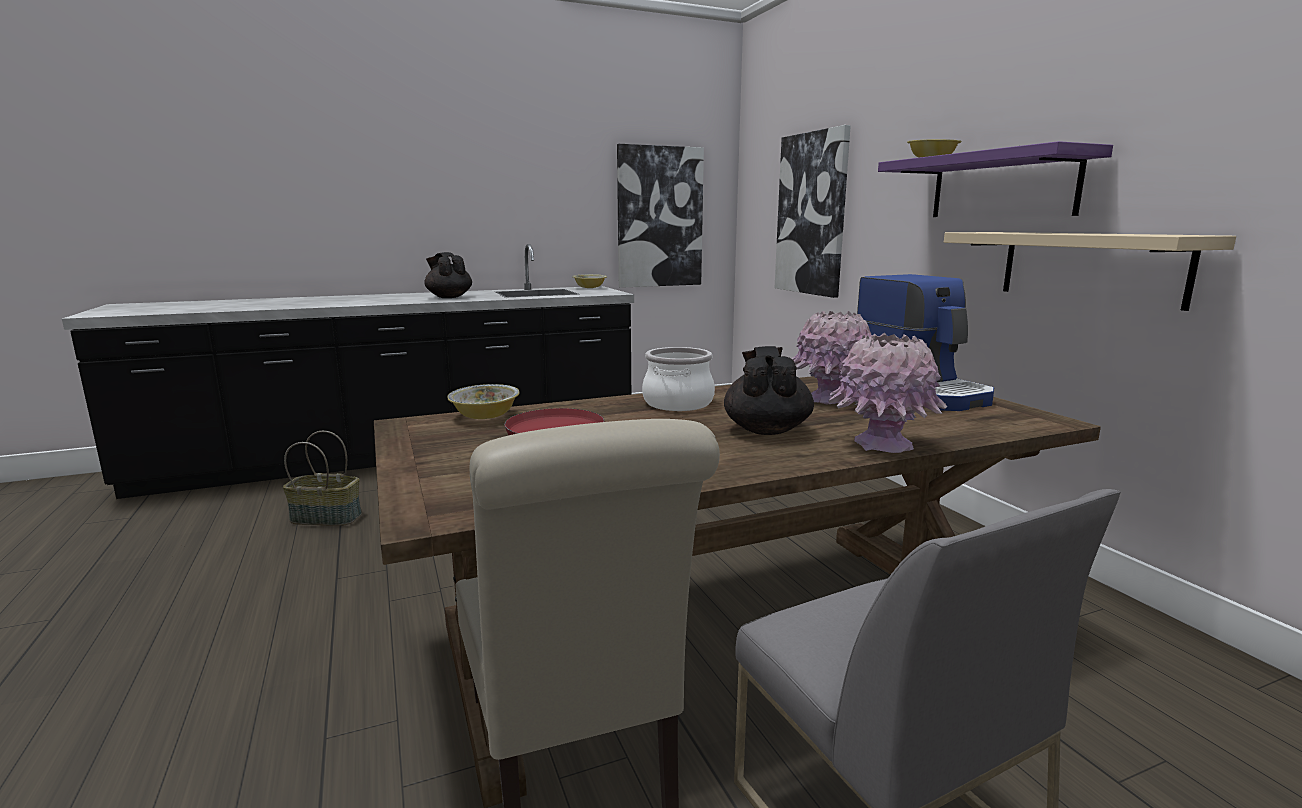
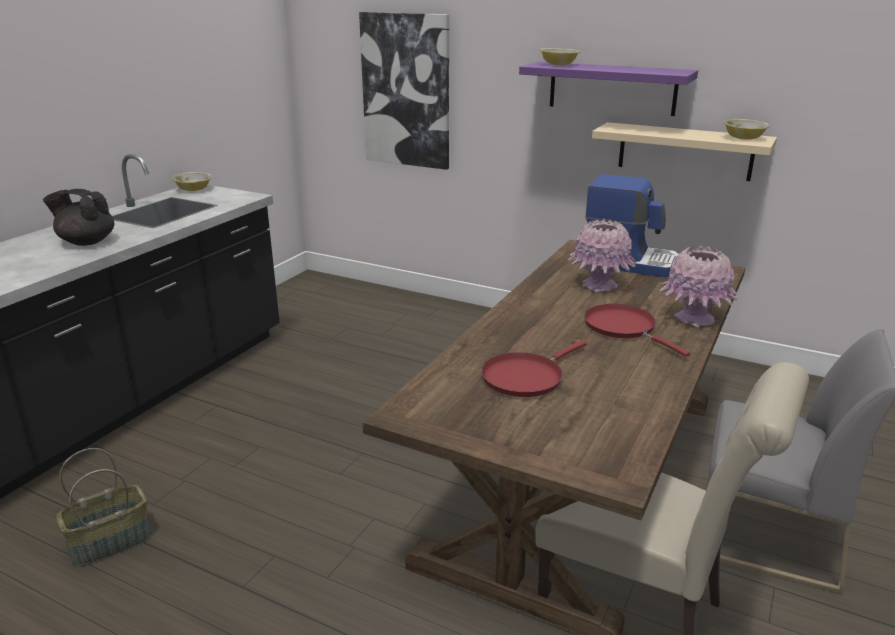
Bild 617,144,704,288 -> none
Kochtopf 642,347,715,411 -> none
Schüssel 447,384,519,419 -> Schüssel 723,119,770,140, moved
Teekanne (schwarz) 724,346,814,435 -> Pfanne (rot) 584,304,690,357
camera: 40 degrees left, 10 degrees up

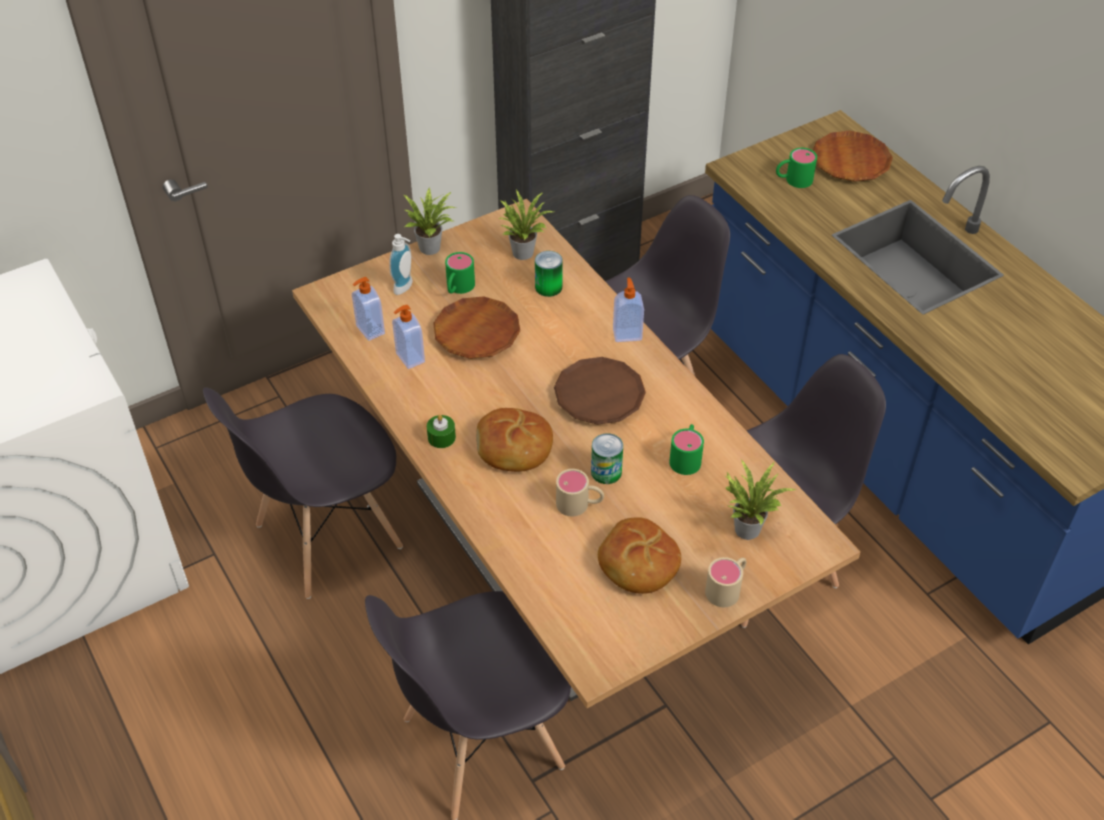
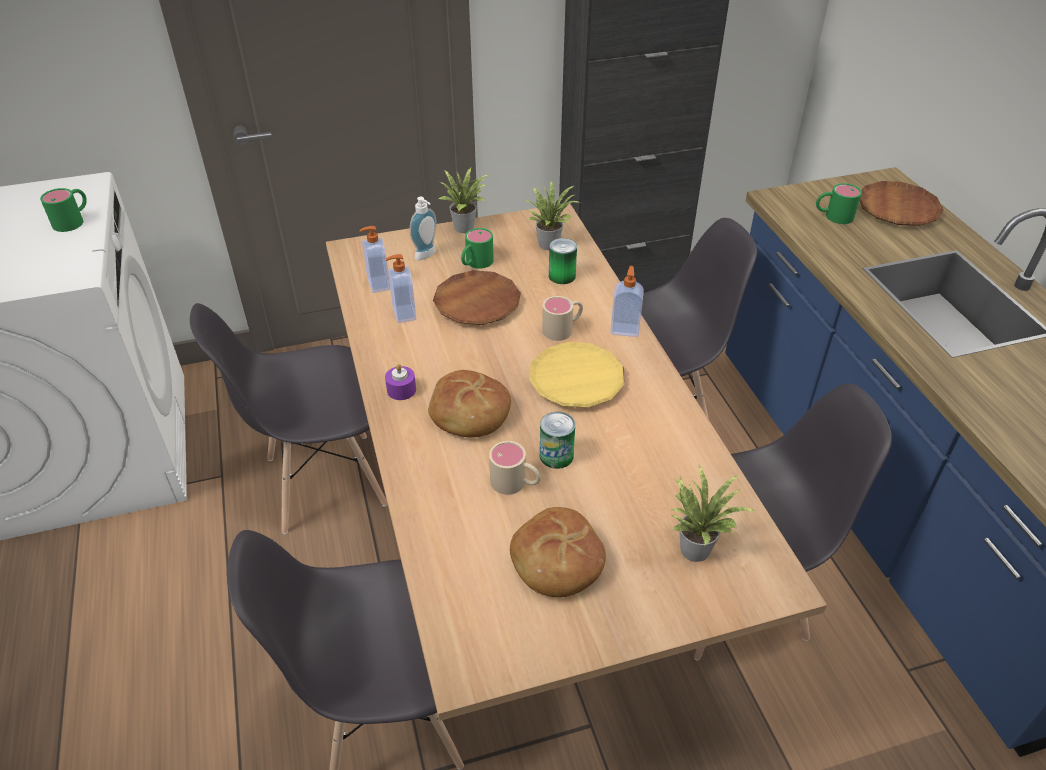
Henkelbecher (grün) 669,424,704,475 -> Henkelbecher (grün) 40,188,87,232, moved
Henkelbecher (beige) 705,557,746,607 -> Henkelbecher (beige) 542,296,583,341, moved
Kerze (grün) 427,415,456,448 -> Kerze (lila) 385,364,416,400
Teller (braun) 554,357,646,425 -> Teller (gelb) 529,342,624,408
camera: 15 degrees right, 5 degrees down

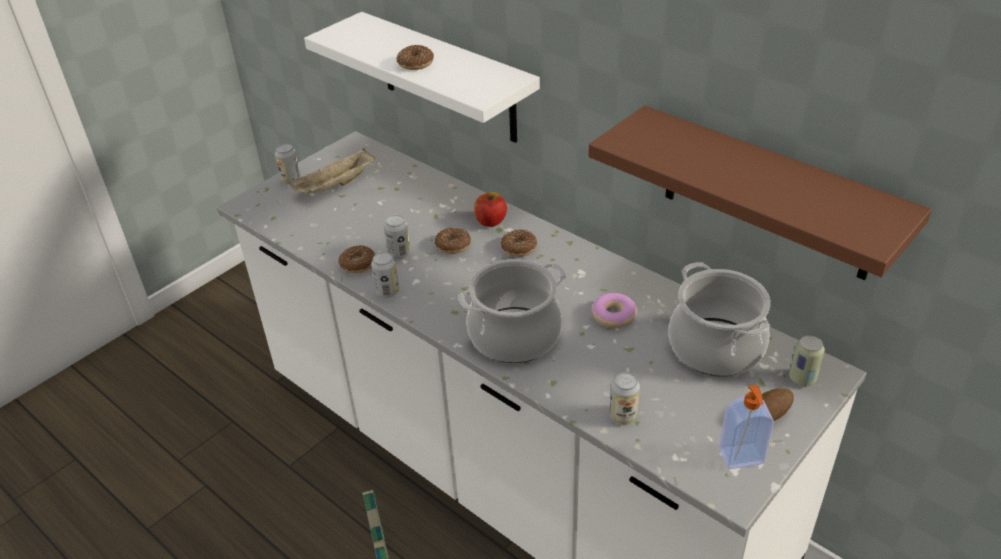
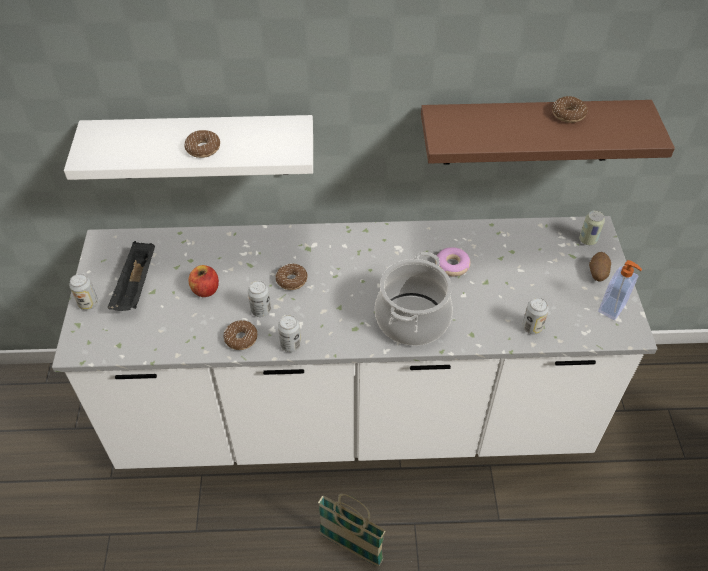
Kochtopf 668,262,770,376 -> none
Apfel 474,192,507,227 -> Apfel 188,265,219,297, moved
Donut 500,229,537,257 -> Donut 552,96,587,123, moved
Tablett (beige) 288,148,375,195 -> Tablett (schwarz) 108,241,155,311
camera: 45 degrees left, 10 degrees up

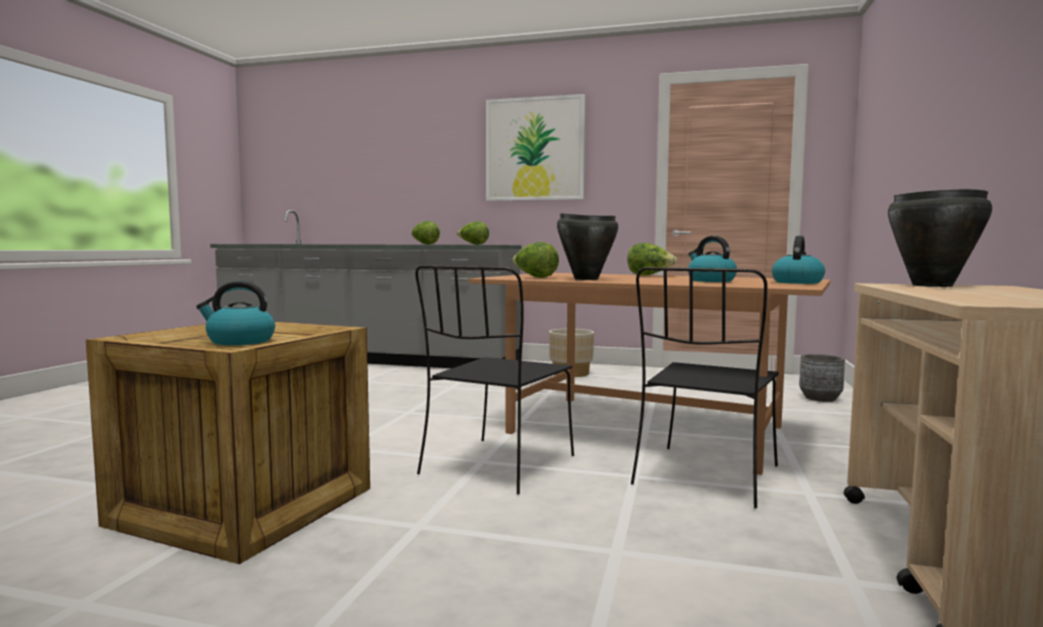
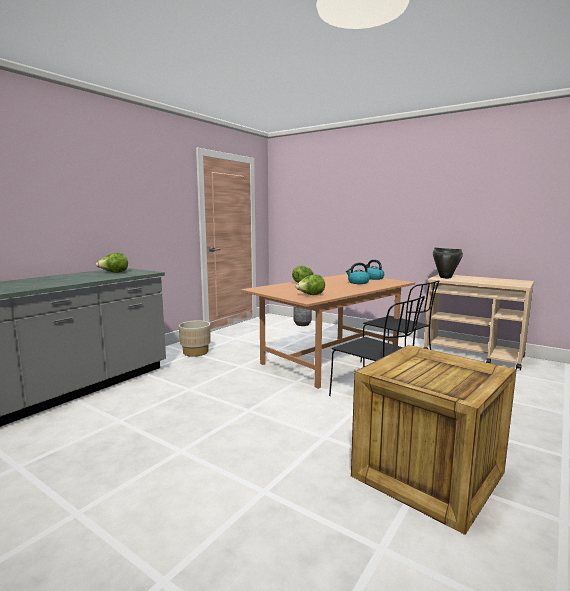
Wasserkessel 196,281,275,345 -> none
Salatkopf 411,221,440,245 -> none
Bild 486,94,586,201 -> none
Kochtopf (schwarz) 557,213,618,280 -> none
camera: 70 degrees left, 5 degrees up

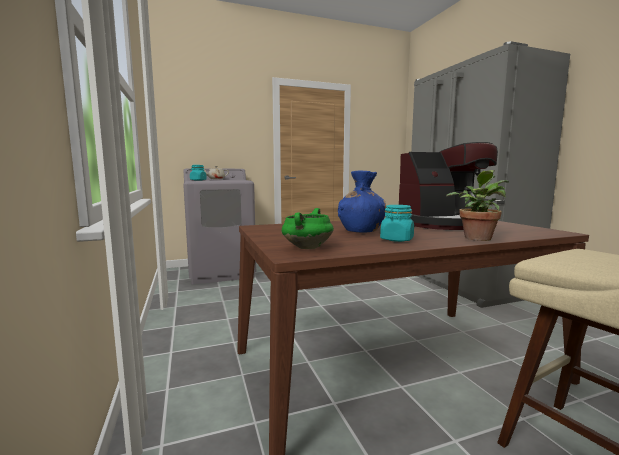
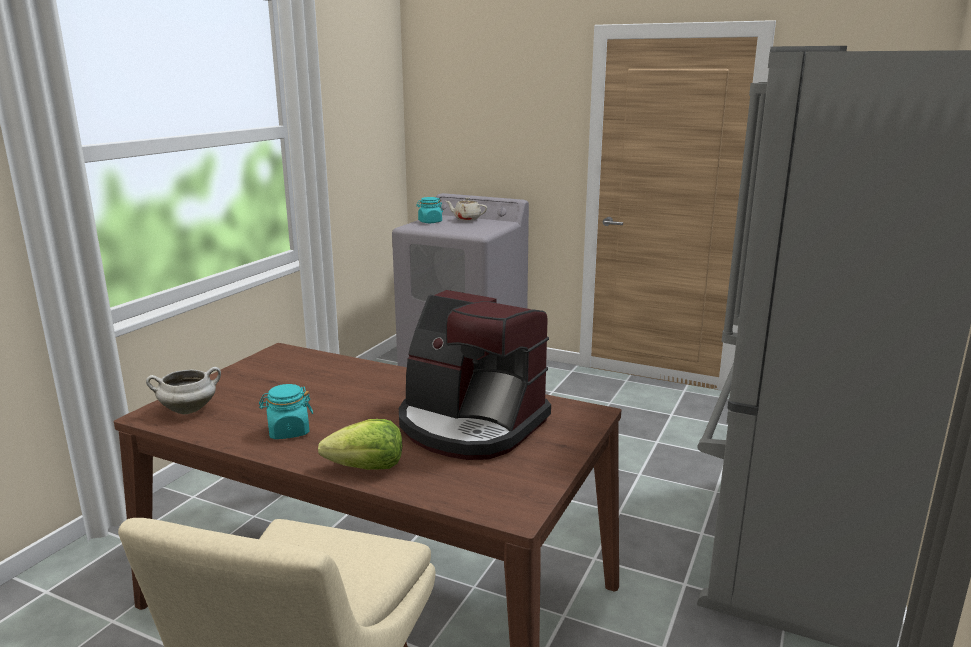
Vase (blau) 338,171,386,233 -> none
Topfpflanze 446,170,509,241 -> Salatkopf 318,419,402,470
Kochtopf (grün) 282,208,334,249 -> Kochtopf (weiß) 146,367,221,414
camera: 45 degrees right, 10 degrees up

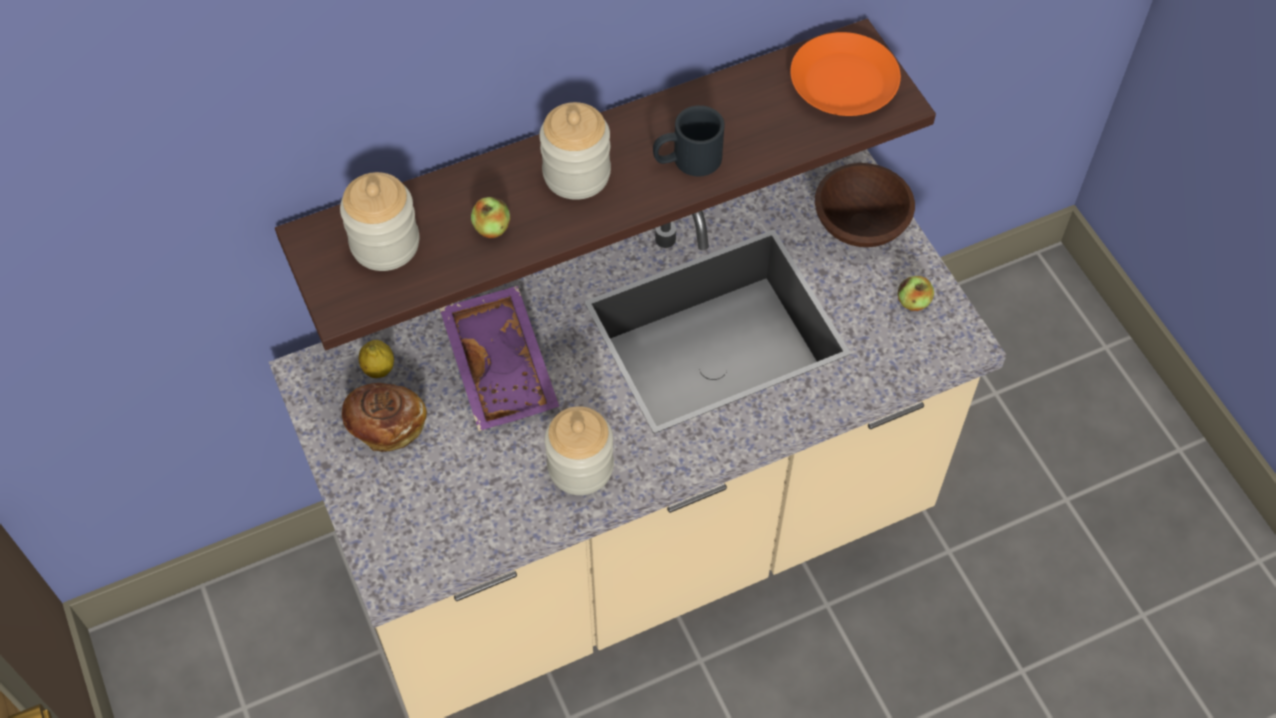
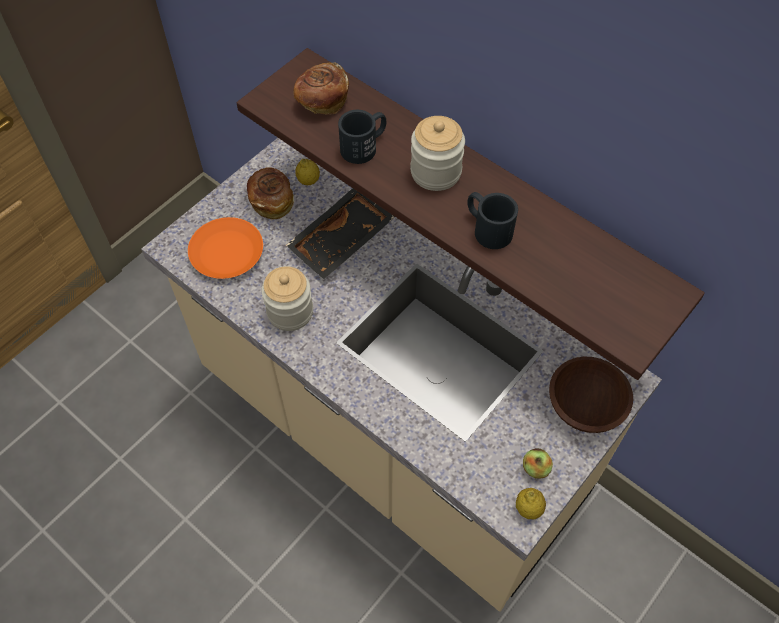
none -> Zitrone 516,488,546,519
Teller (orange) 790,32,901,116 -> Teller (orange) 188,217,263,279, moved
Vorratsglas 340,172,420,271 -> Brot 294,63,349,115
Apfel 471,197,510,238 -> Henkelbecher (schwarz) 338,110,386,164
Tablett (lila) 439,286,559,431 -> Tablett (schwarz) 286,188,395,279
camera: 65 degrees right, 0 degrees up

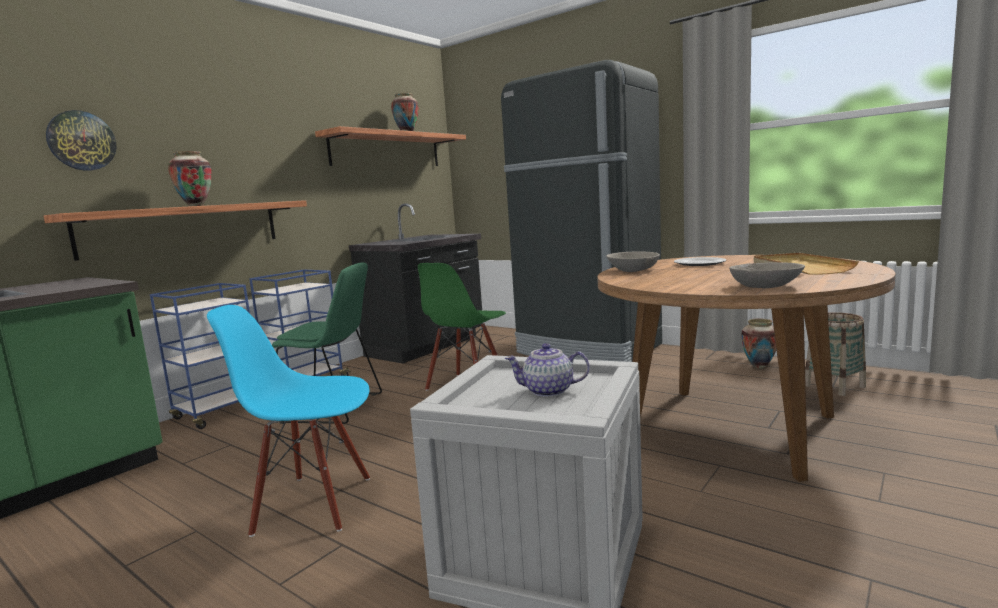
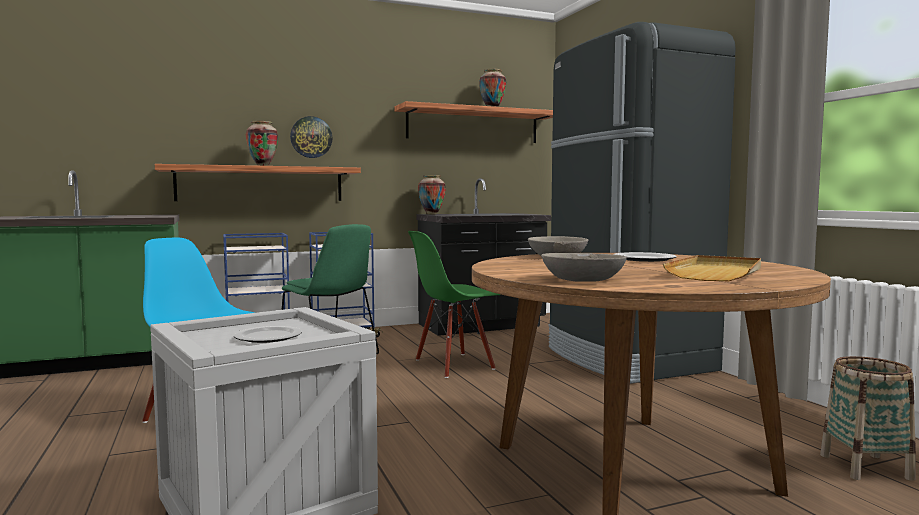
Wanduhr 46,110,117,171 -> Wanduhr 290,116,332,158, moved
Vase 741,319,776,369 -> Vase 418,175,446,215, moved
Teekanne 505,343,590,397 -> Teller 234,326,302,343
camera: 30 degrees right, 5 degrees down

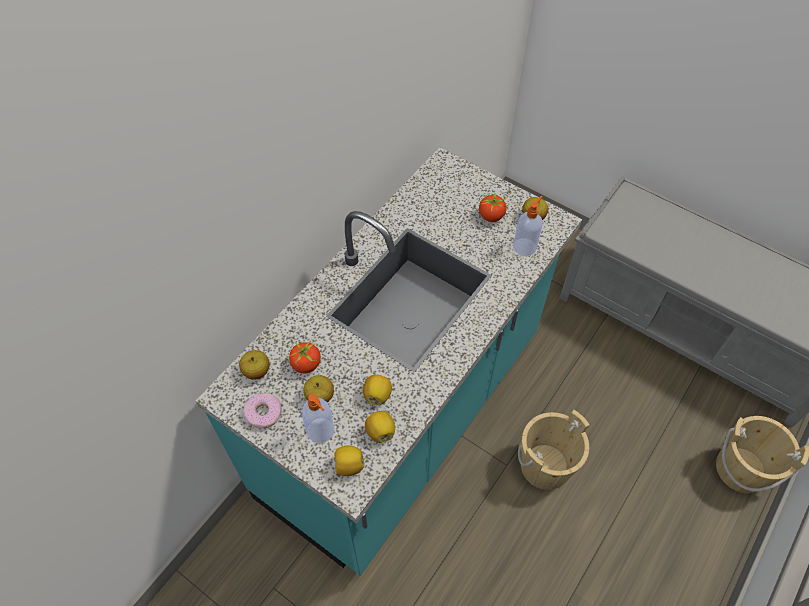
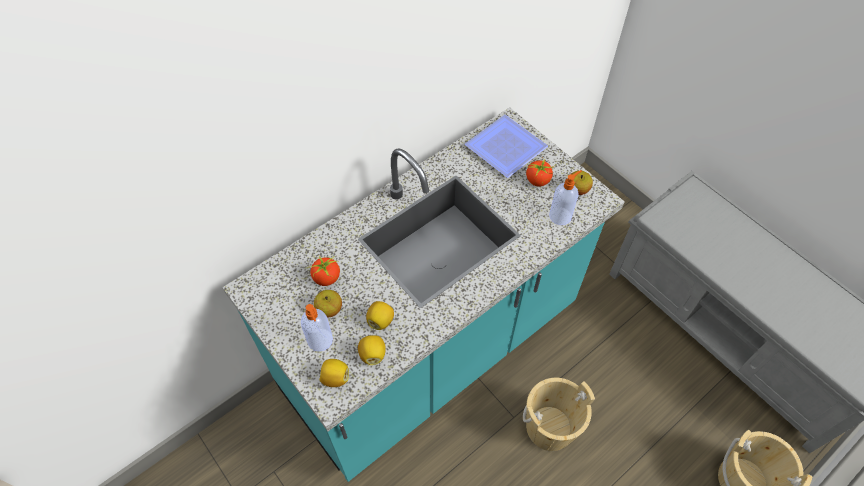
Apfel 239,350,270,380 -> none
Donut 243,393,282,429 -> none
none -> Teller 465,115,548,178
camera: 15 degrees right, 0 degrees up

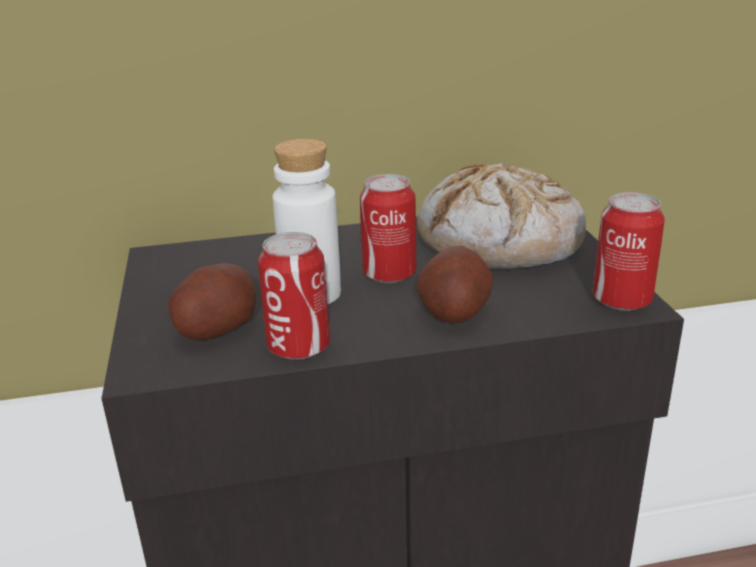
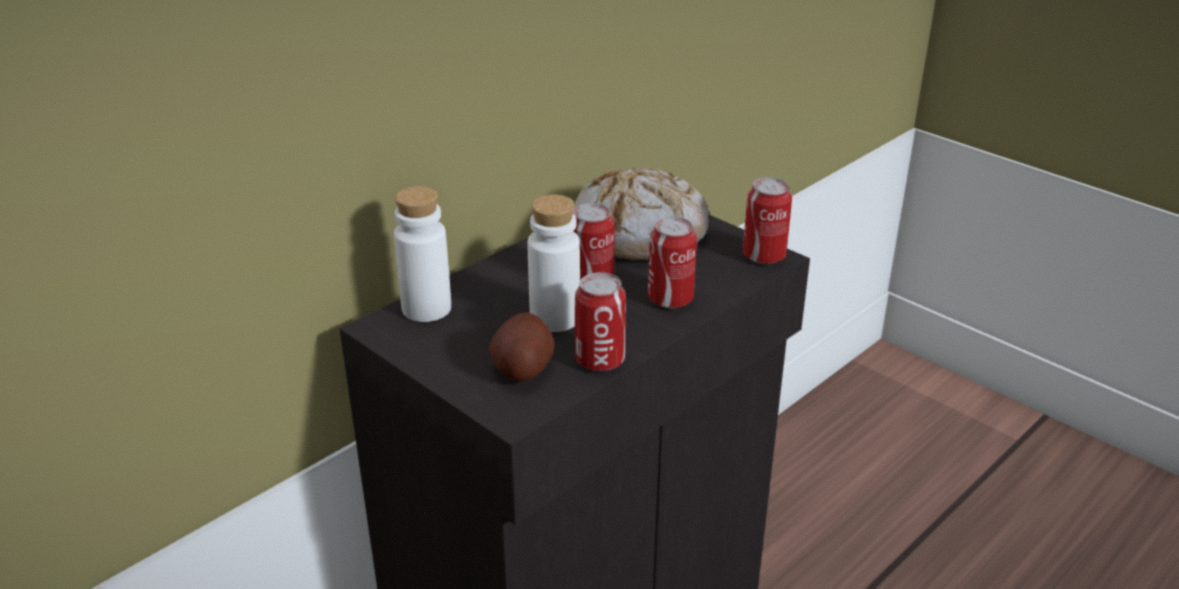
none -> Flasche (weiß) 394,186,451,322
Kartoffel 416,246,493,323 -> Dose 648,217,697,308
camera: 35 degrees left, 5 degrees up

